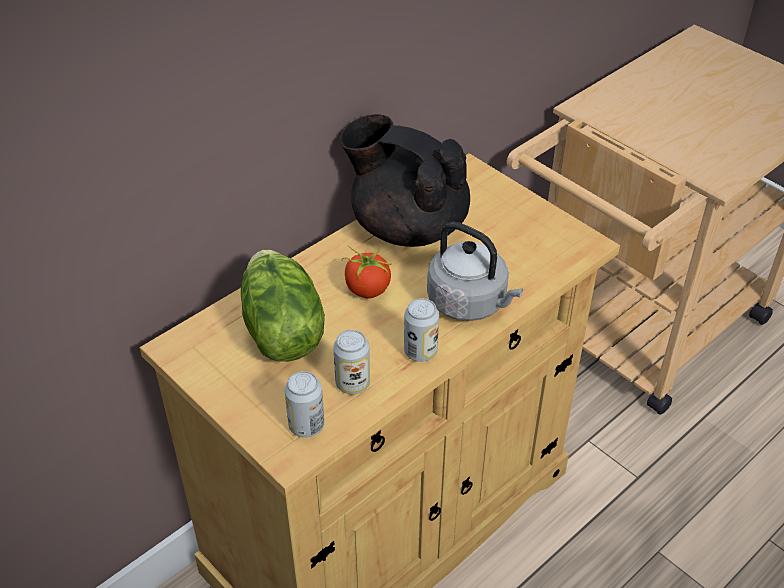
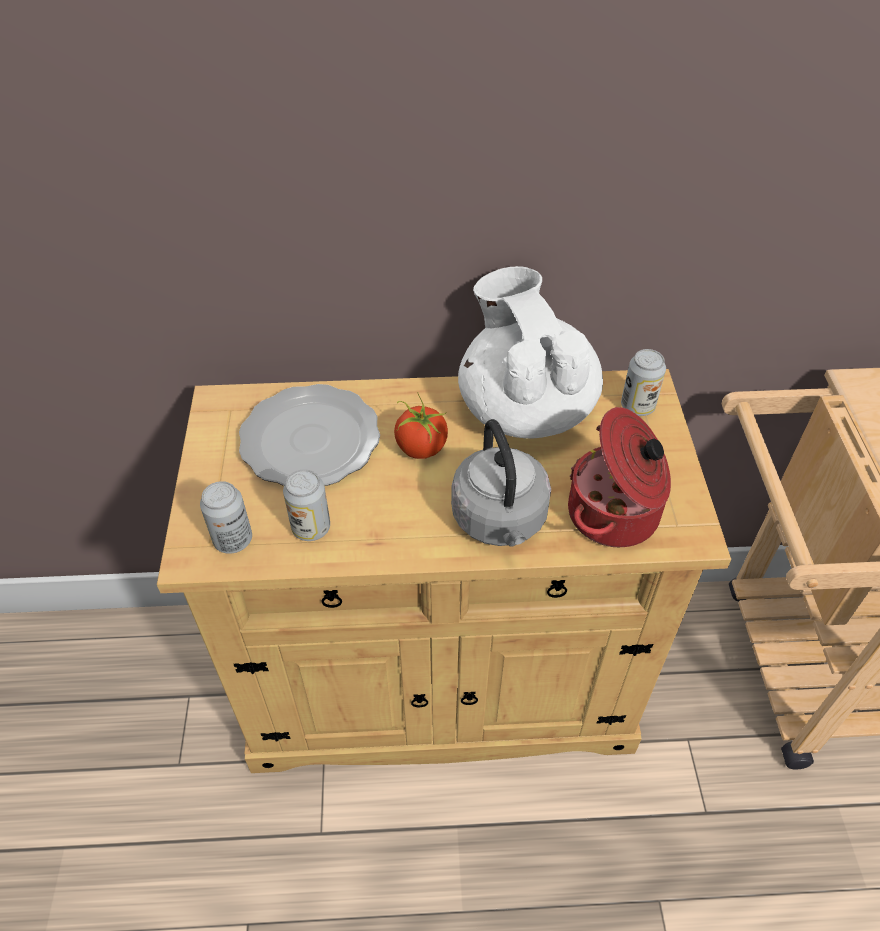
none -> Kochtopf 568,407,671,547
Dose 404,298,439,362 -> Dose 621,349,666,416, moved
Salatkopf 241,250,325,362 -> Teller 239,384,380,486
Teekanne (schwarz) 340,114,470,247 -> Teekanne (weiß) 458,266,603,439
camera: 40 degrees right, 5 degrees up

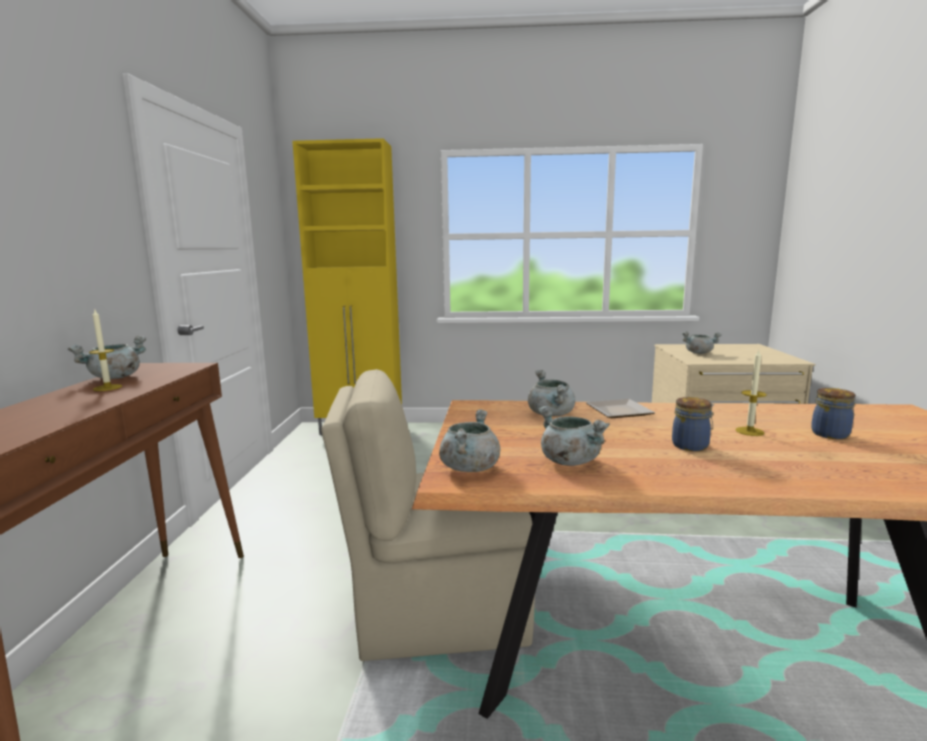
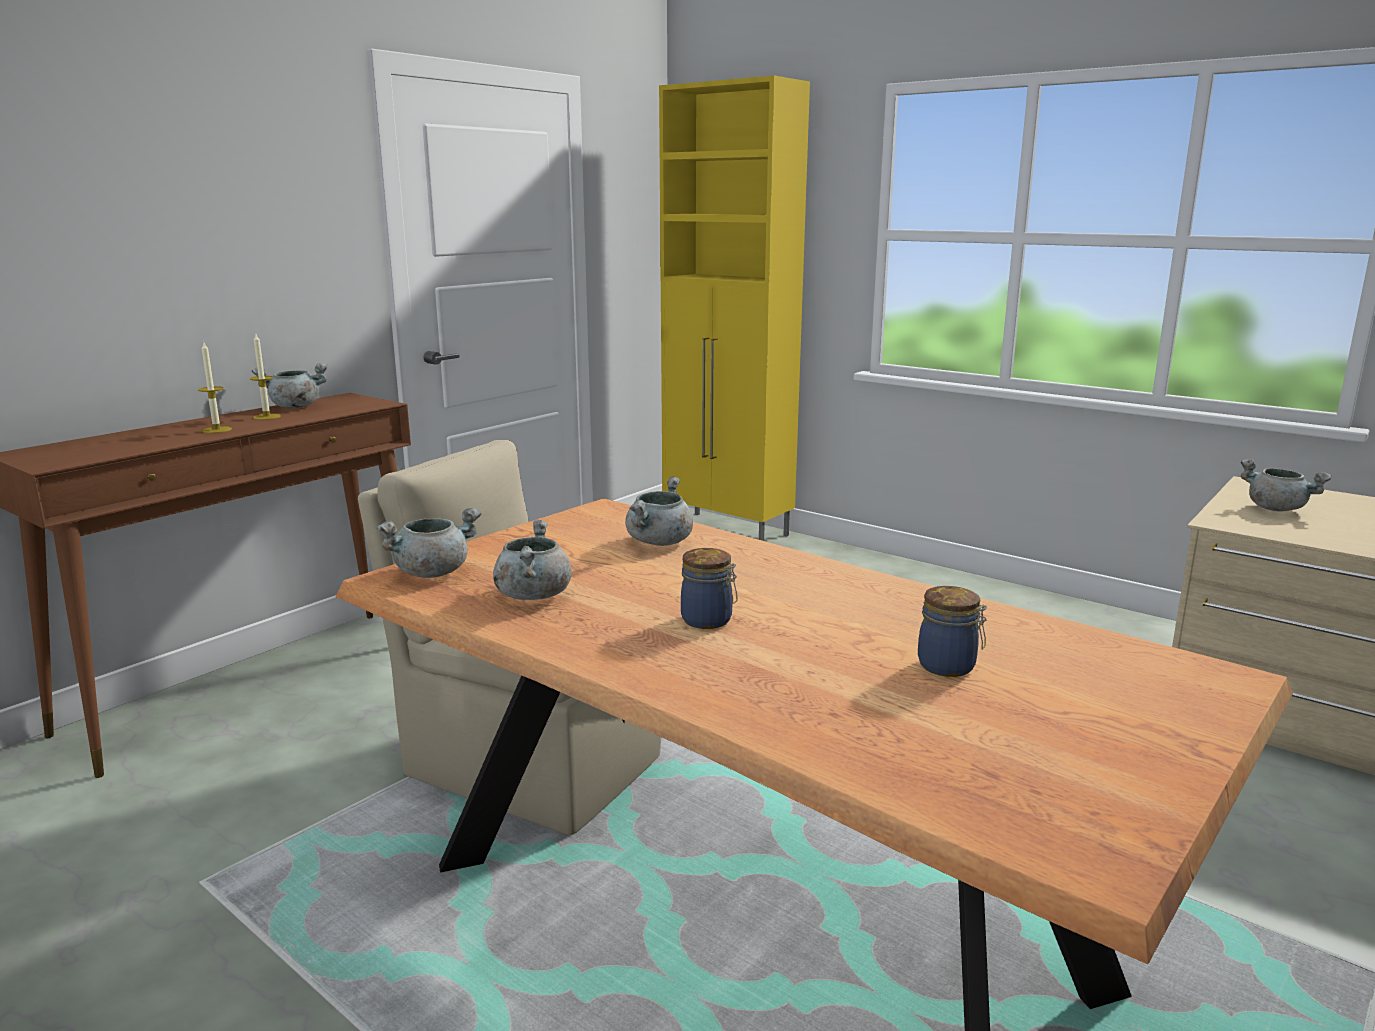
Teller 586,399,655,418 -> none
Kerze 735,350,767,436 -> Kerze 198,342,232,433, moved
camera: 35 degrees right, 5 degrees up

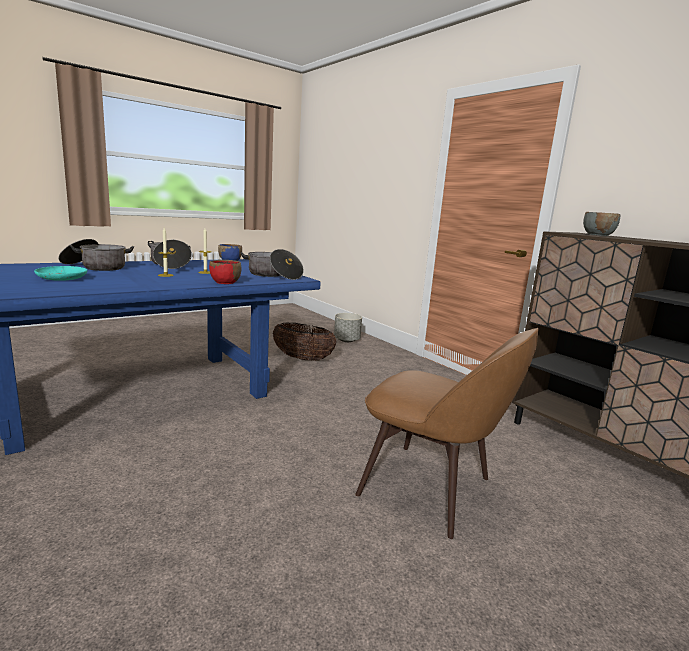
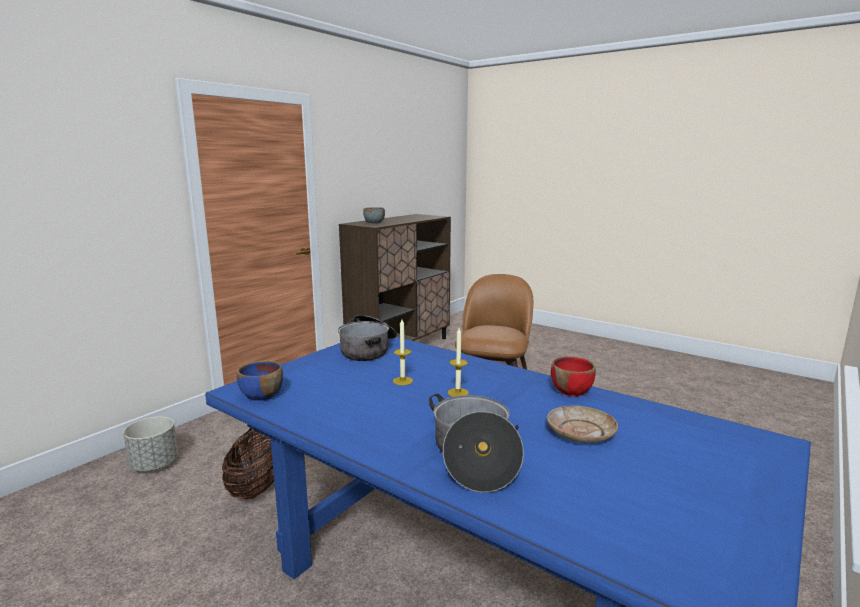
Kochtopf 148,240,192,269 -> none
Schüssel (rot) 209,260,241,284 -> Schüssel (rot) 551,356,596,396, moved
Teller (türkis) 34,266,87,281 -> Teller (beige) 547,406,618,443
camera: 105 degrees left, 0 degrees up

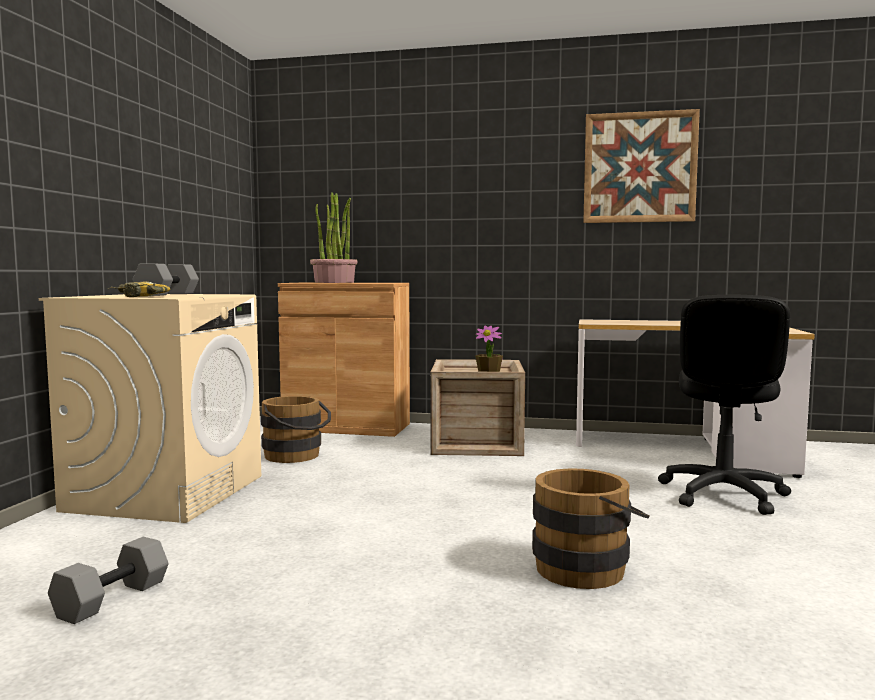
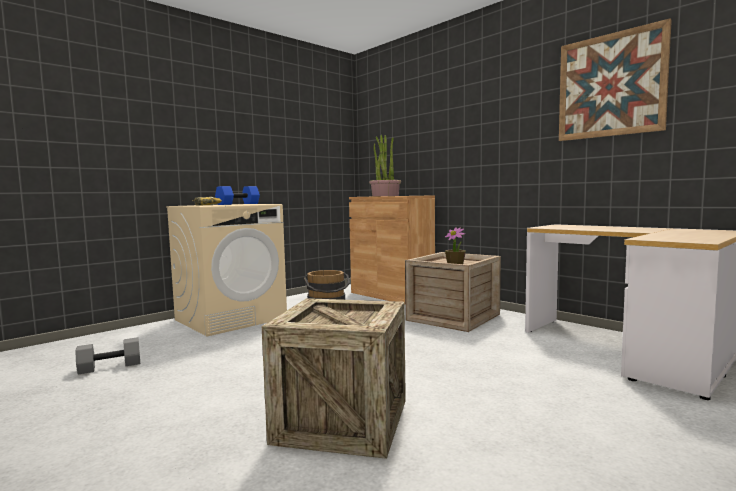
Bürostuhl (schwarz) 658,295,791,515 -> none
Eimer (braun) 532,468,650,589 -> Kiste 262,298,406,459
Hantel (grau) 133,264,199,296 -> Hantel (blau) 215,186,260,205
camera: 35 degrees right, 0 degrees up

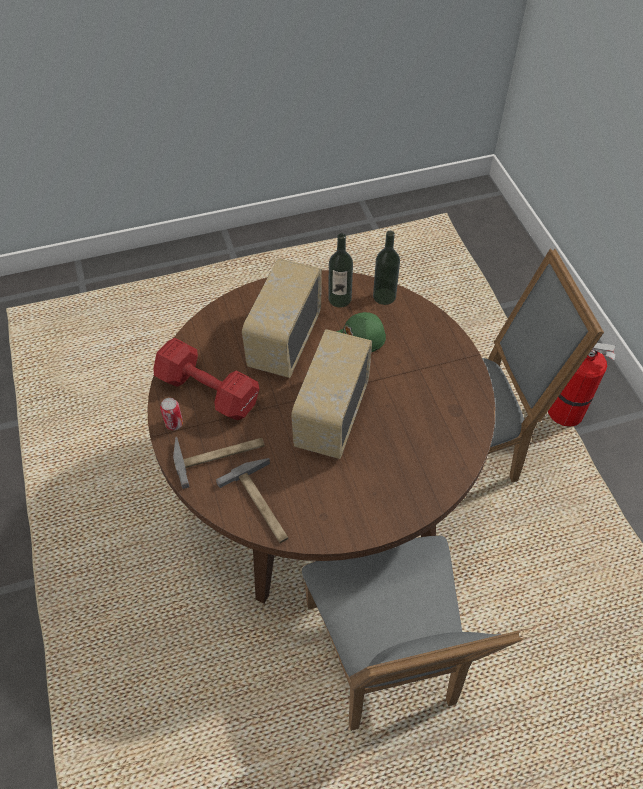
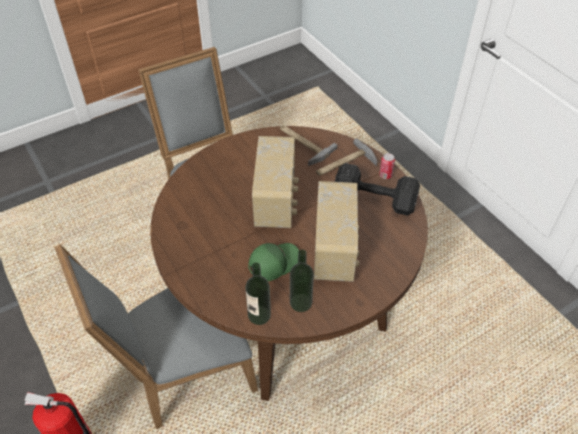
Hantel (rot) 153,338,259,420 -> Hantel (schwarz) 335,163,420,216
camera: 165 degrees right, 5 degrees down

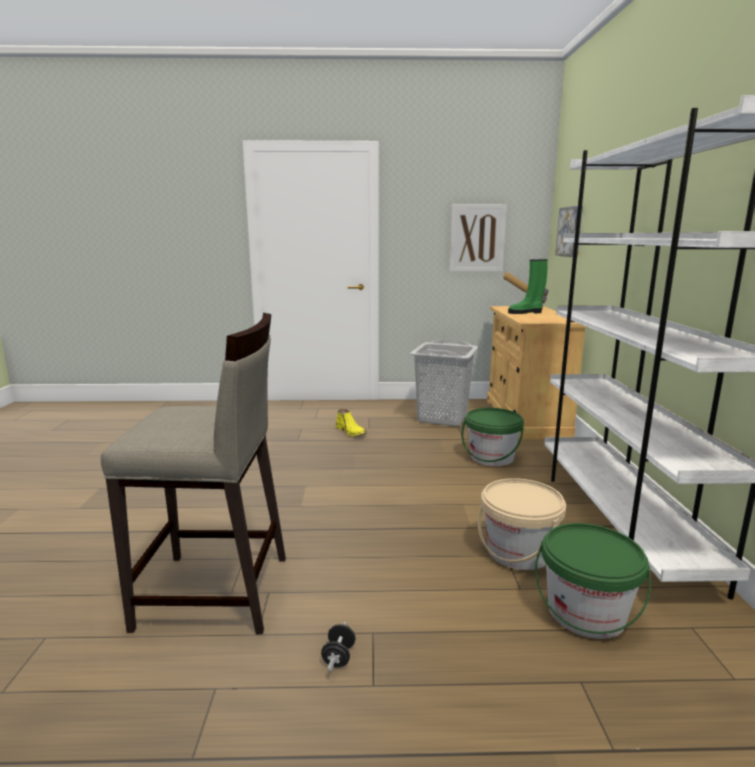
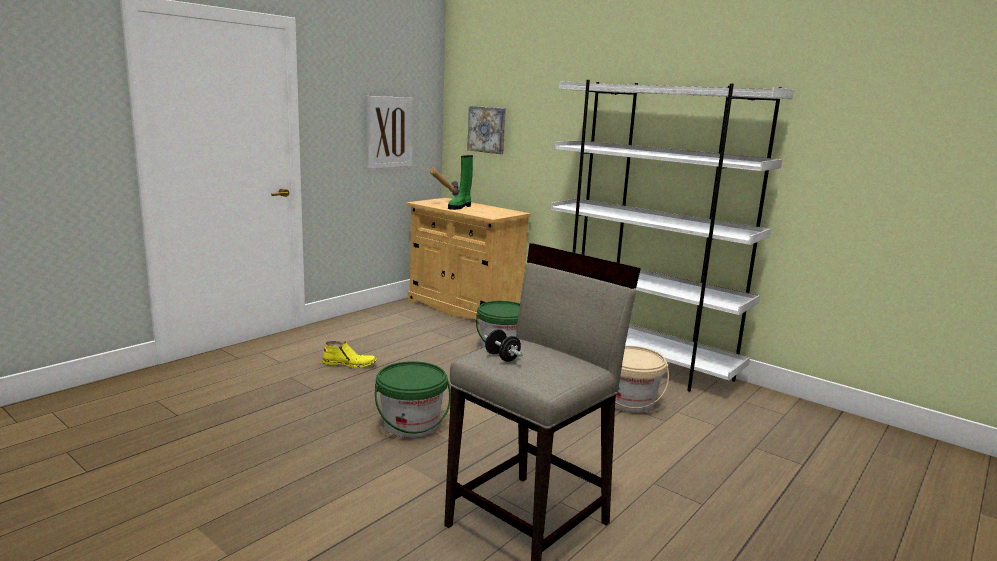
Wäschekorb (grau) 410,339,478,426 -> none
Hantel (schwarz) 321,622,356,671 -> Hantel (schwarz) 484,329,523,362, moved
Eimer (grün) 535,523,651,639 -> Eimer (grün) 375,361,451,438, moved
camera: 50 degrees left, 0 degrees up

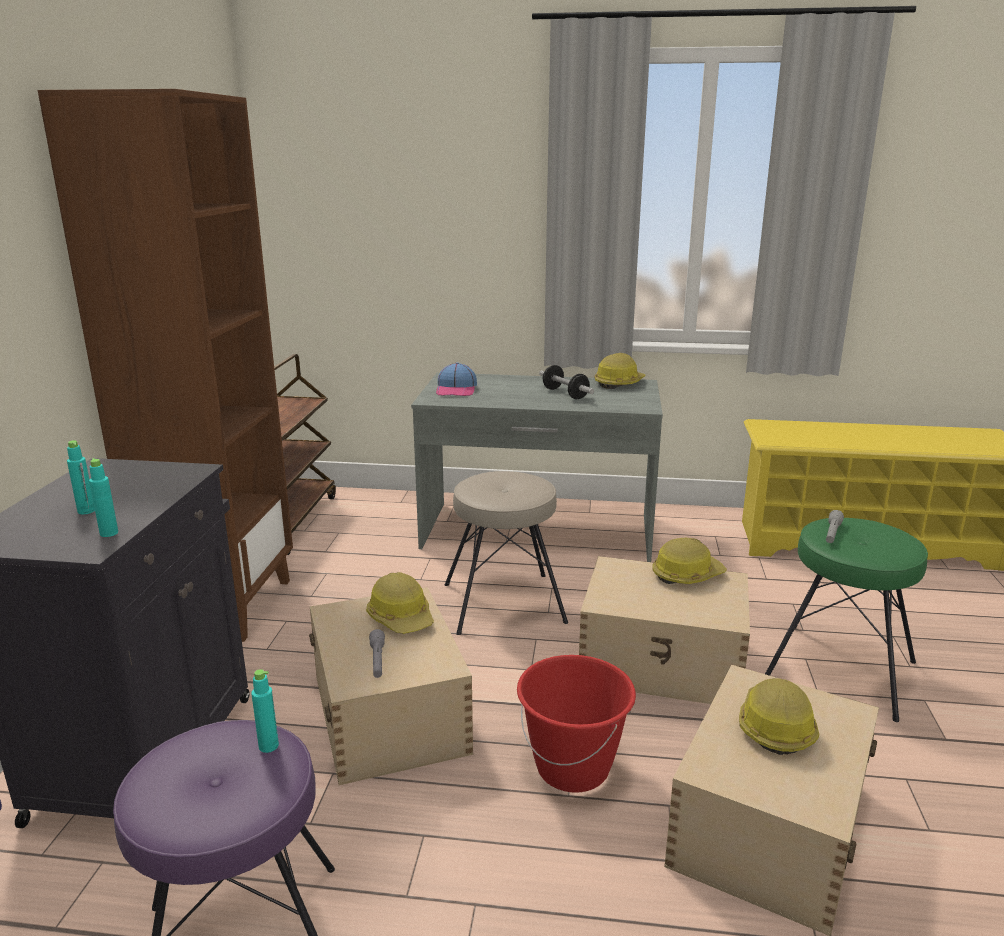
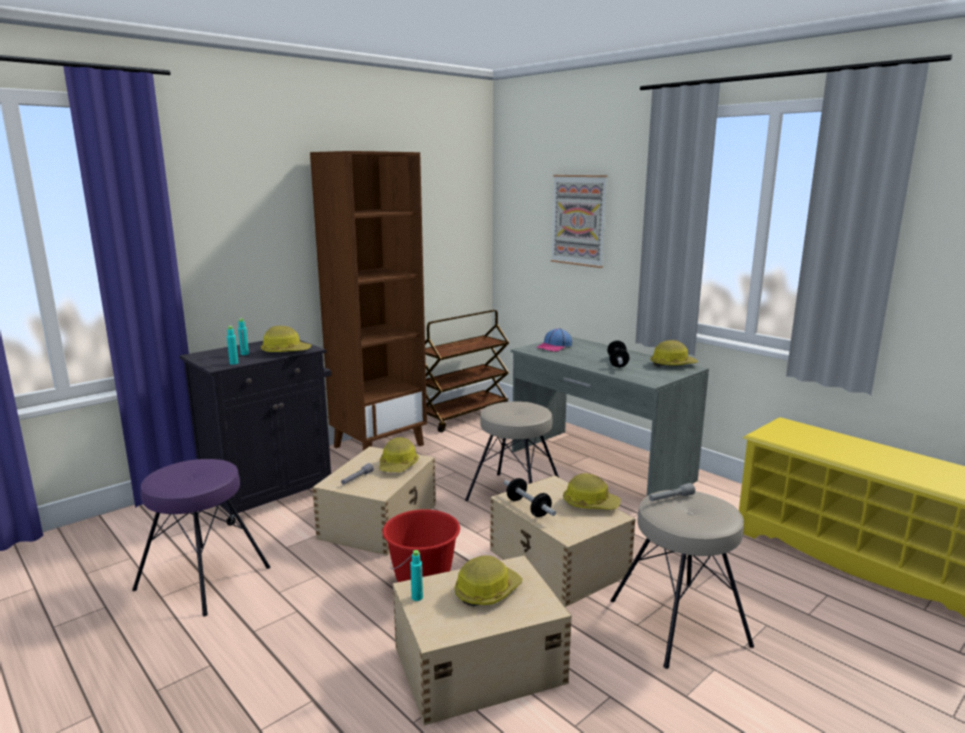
none -> Schutzhelm 261,326,312,353
none -> Hantel 504,478,556,517
none -> Bild 551,175,608,268
Flasche (türkis) 251,669,279,753 -> Flasche (türkis) 410,550,423,601, moved
Hocker (grün) 765,518,928,722 -> Hocker (beige) 610,490,754,669
camera: 40 degrees right, 5 degrees down

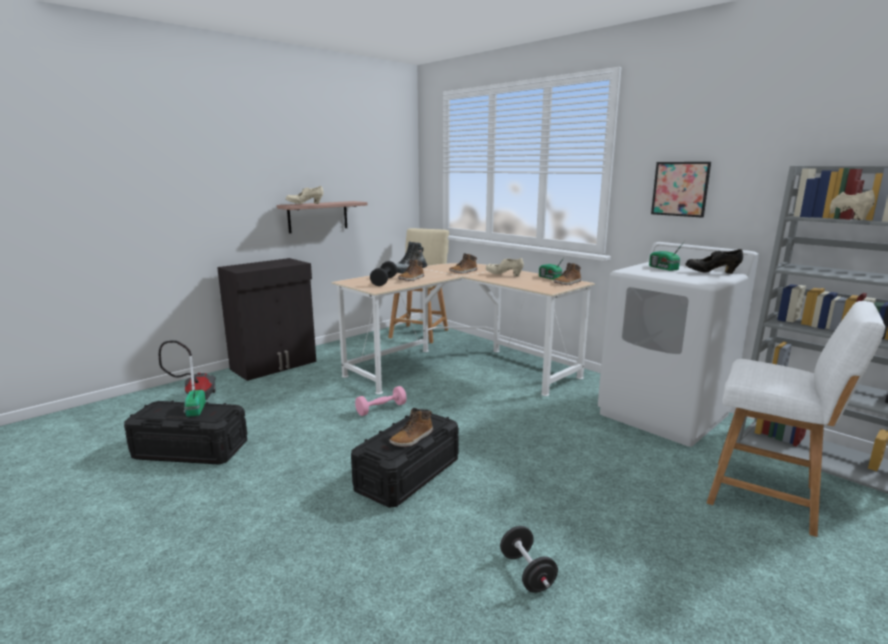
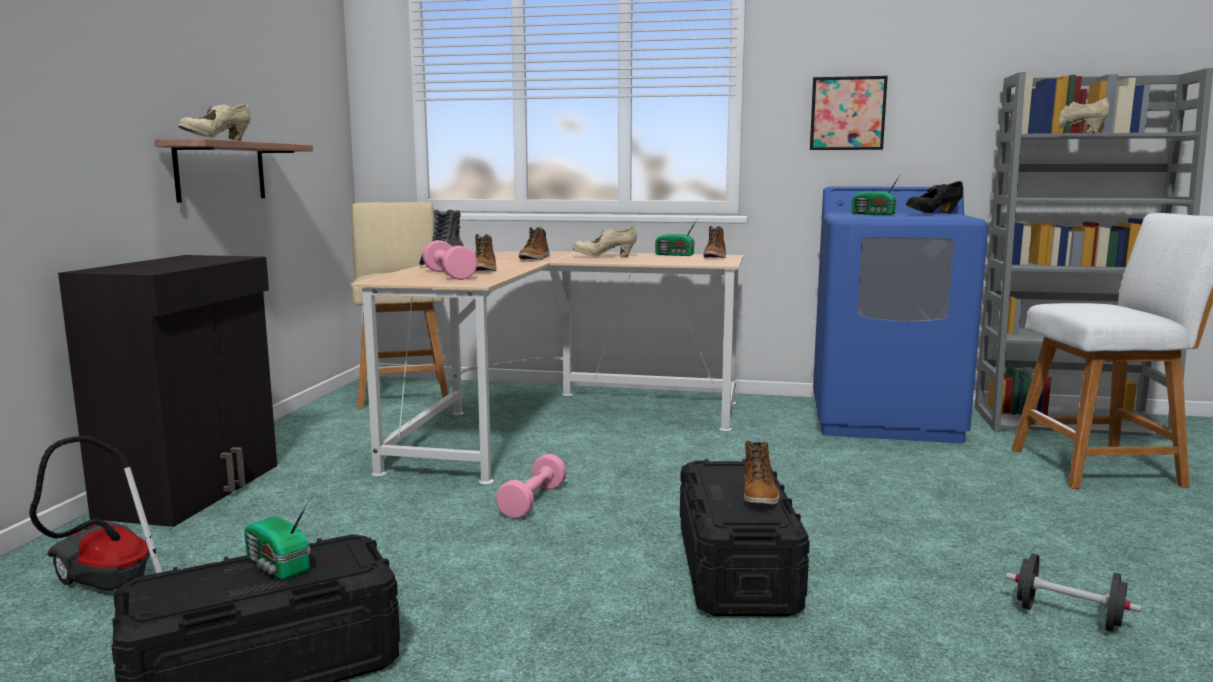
Hantel (schwarz) 370,261,397,286 -> Hantel (rosa) 422,240,478,280
Waschmaschine (weiß) 598,242,759,447 -> Waschmaschine (blau) 813,186,988,443
camera: 35 degrees left, 5 degrees down

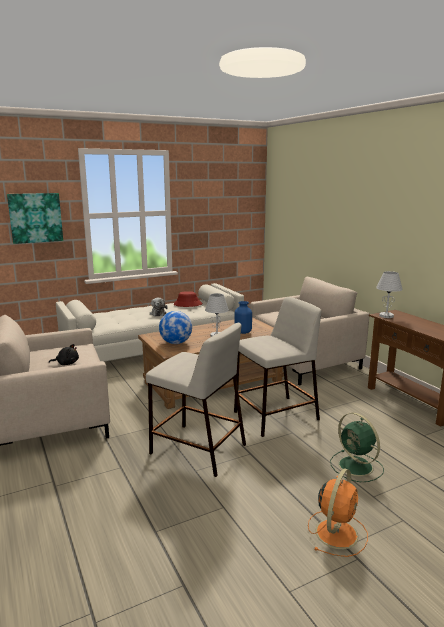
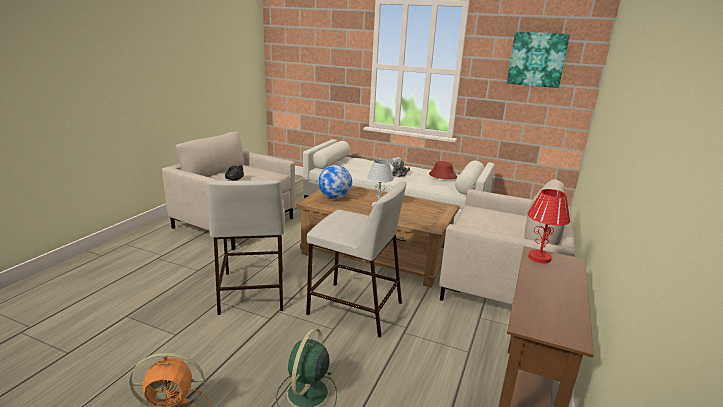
Vase (blau) 234,301,252,334 -> none
Bild 7,193,63,244 -> Bild 507,31,570,88, moved
Tischlampe (weiß) 376,271,403,318 -> Tischlampe (rot) 527,189,570,263
camera: 50 degrees right, 5 degrees up

